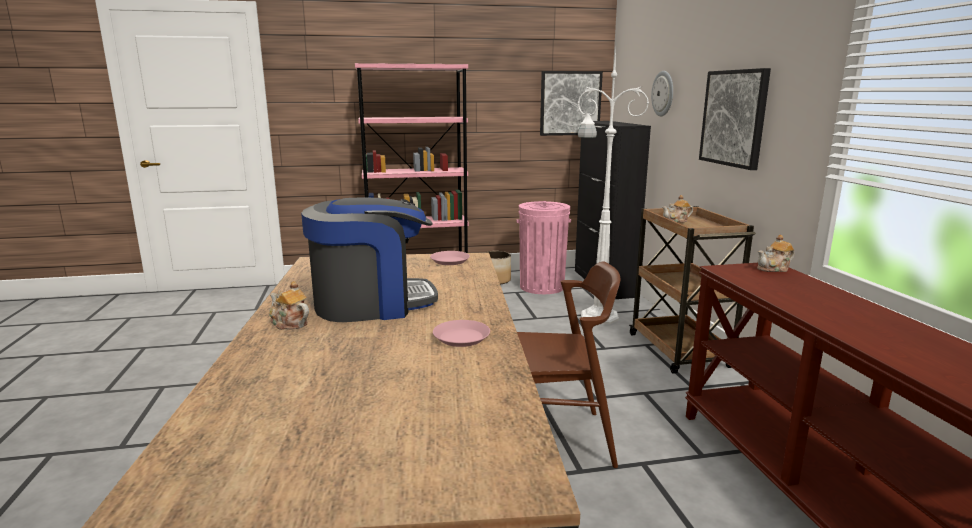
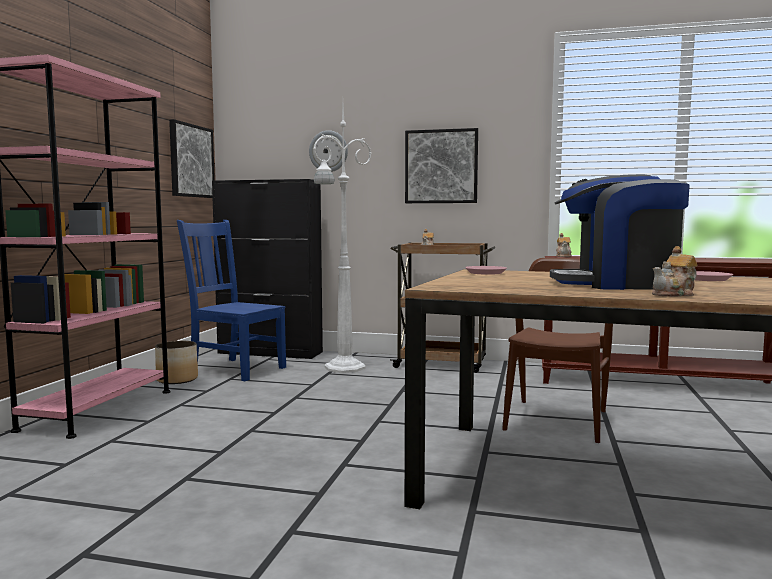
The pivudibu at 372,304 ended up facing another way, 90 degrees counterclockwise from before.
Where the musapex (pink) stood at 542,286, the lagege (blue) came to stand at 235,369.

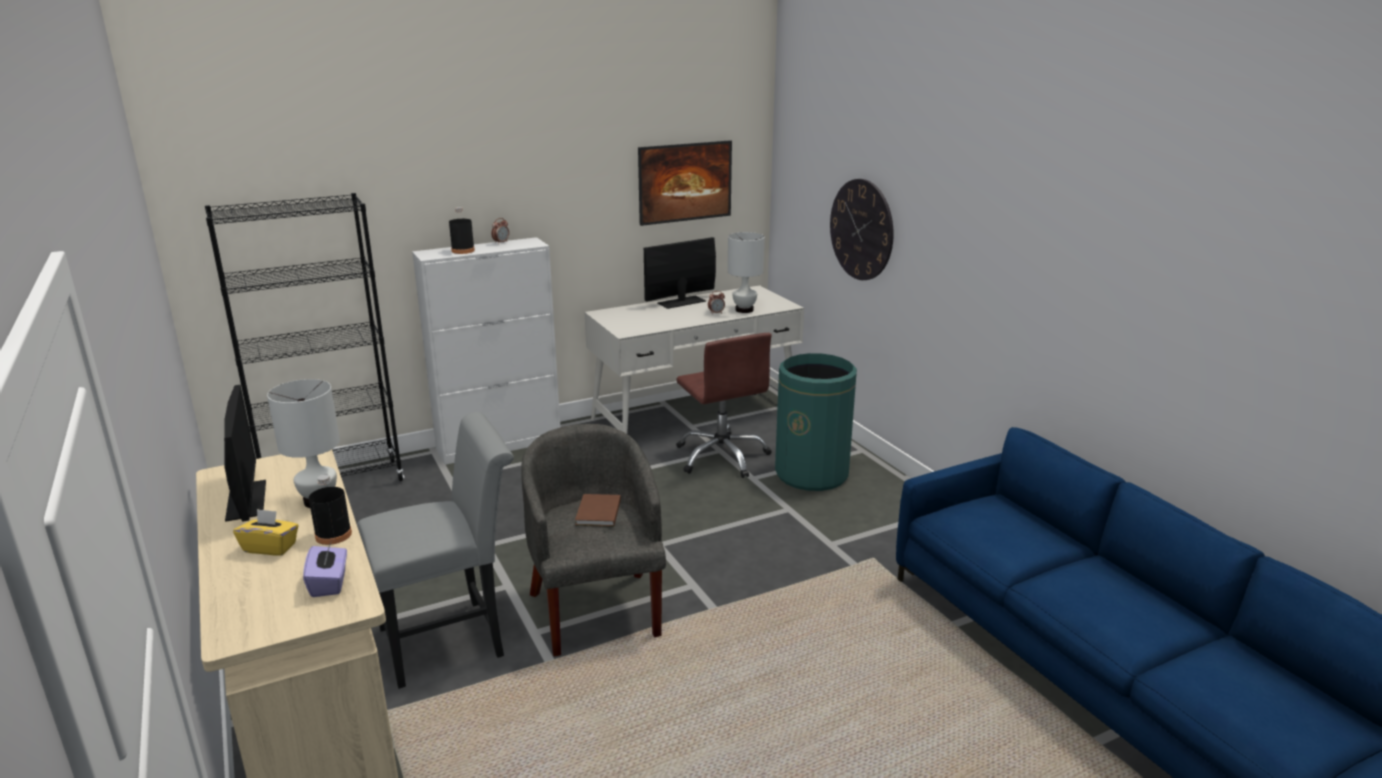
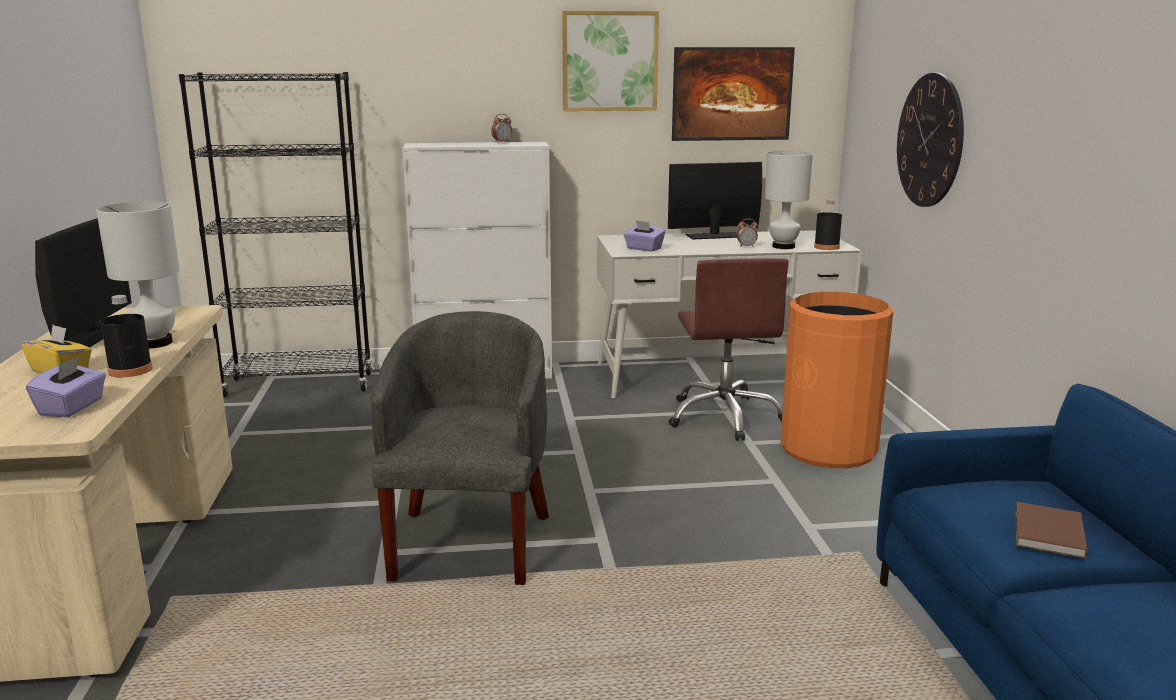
The second view lost the lagege (grey) at 451,639.
The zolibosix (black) ended up elsewhere, having gone from 463,251 to 826,247.
The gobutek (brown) ended up elsewhere, having gone from 597,513 to 1047,534.
What was the musapex (green) at 812,474 turned into the musapex (orange) at 828,449.
The second view gained the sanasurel at 609,61.
The second view gained the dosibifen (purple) at 643,248.

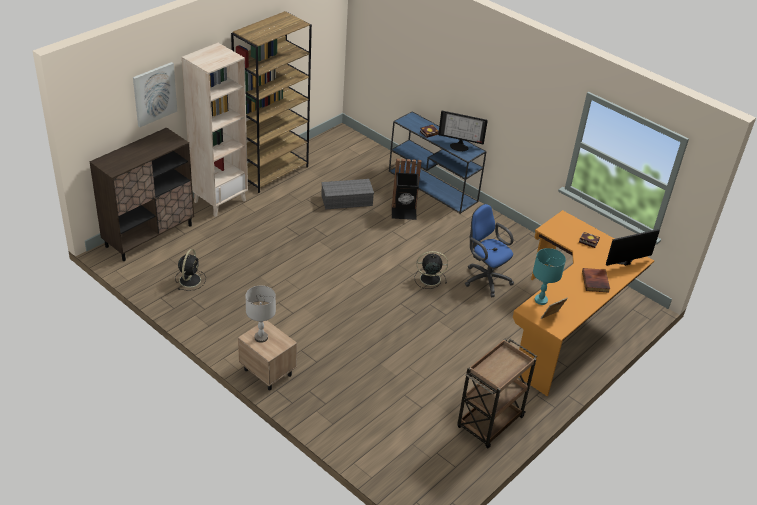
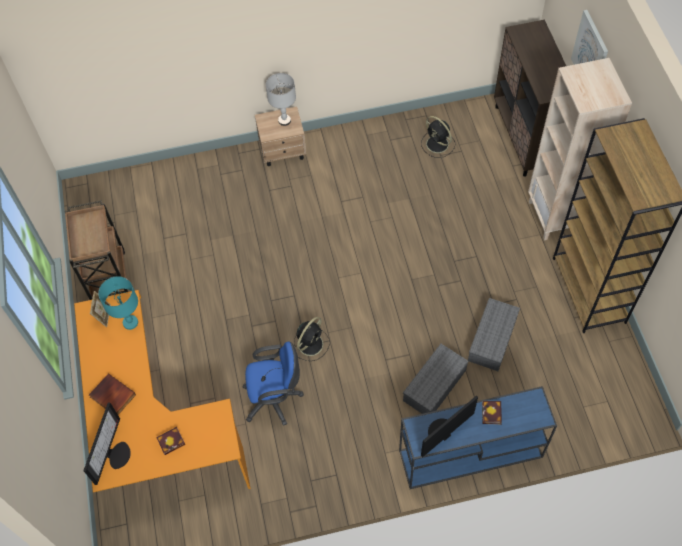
Where the musapex (black) stood at 404,213, the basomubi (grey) came to stand at 434,386.

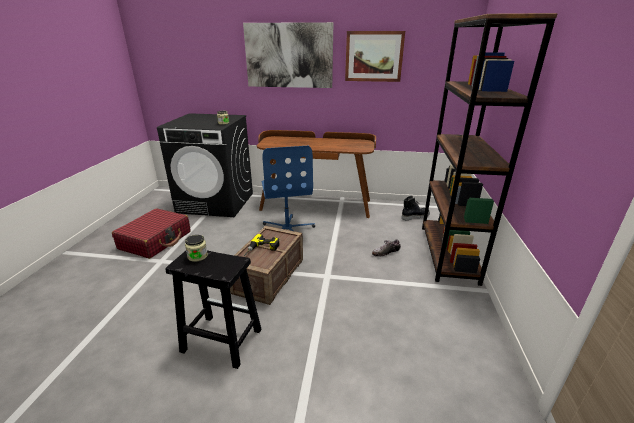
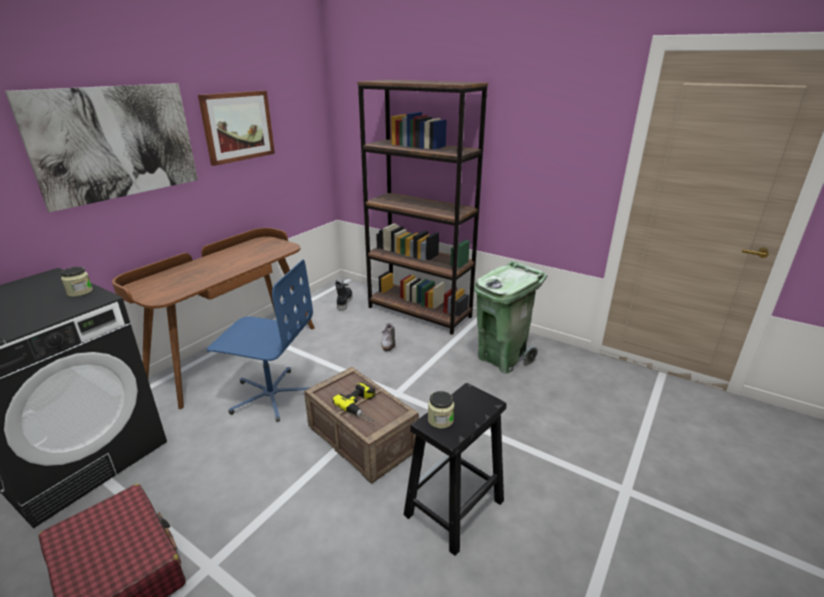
The second view gained the musapex (green) at 502,359.

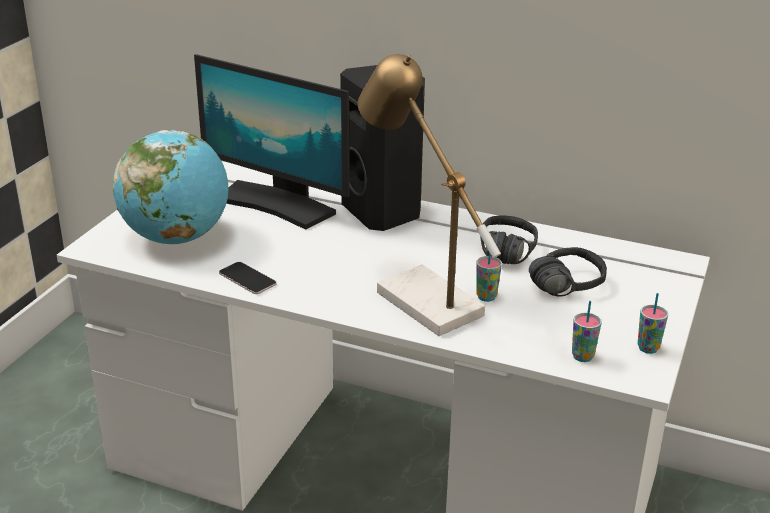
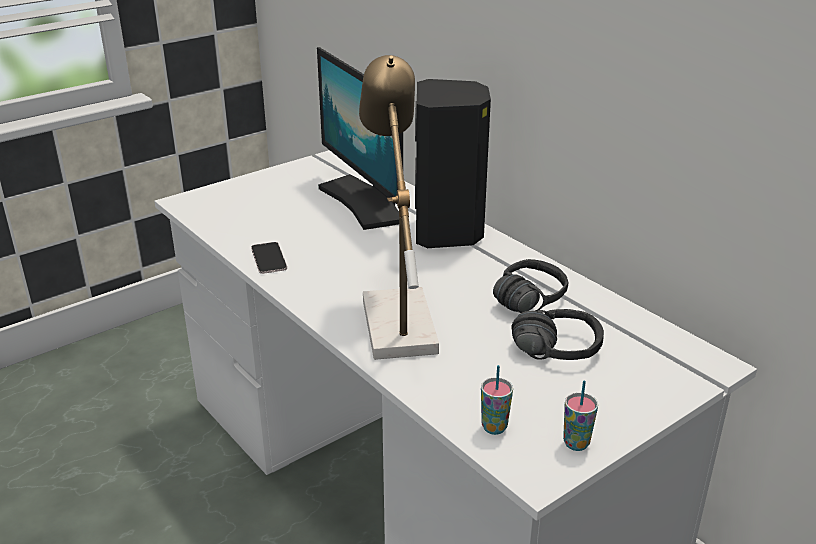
The second view lost the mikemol at 177,238.
The second view lost the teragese at 486,297.

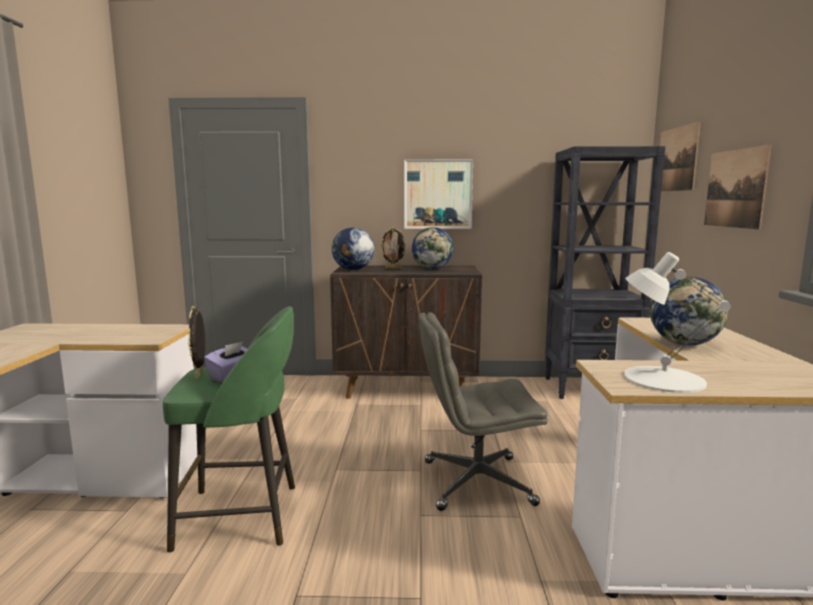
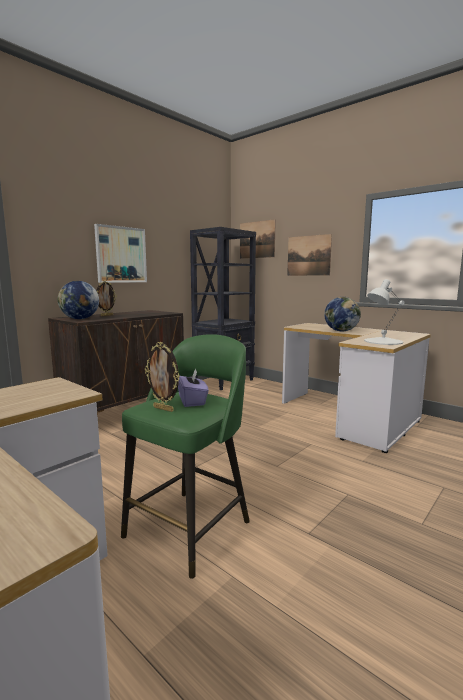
The second view lost the mikemol at 432,269.
The second view lost the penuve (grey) at 475,483.

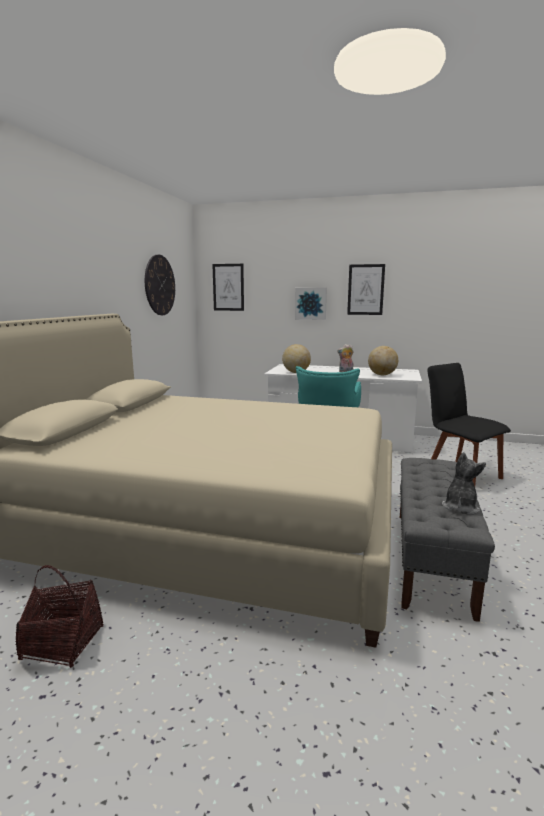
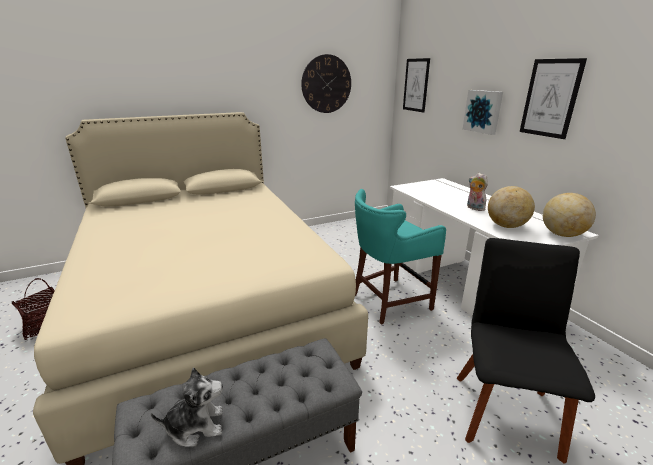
The mikemol ended up elsewhere, having gone from 296,372 to 562,234.

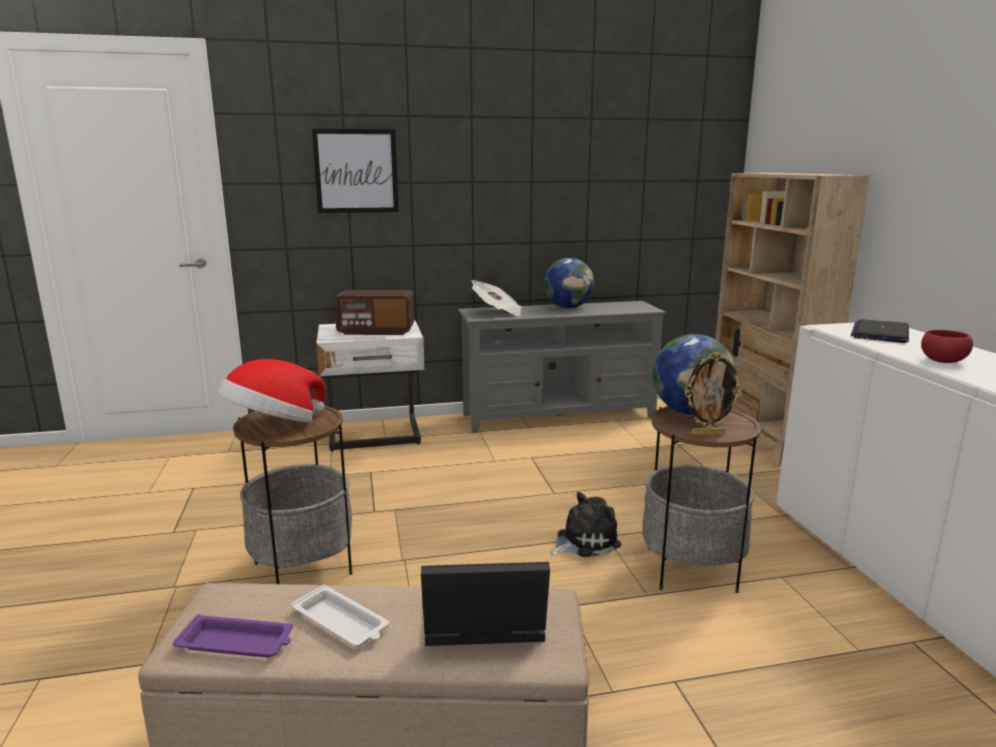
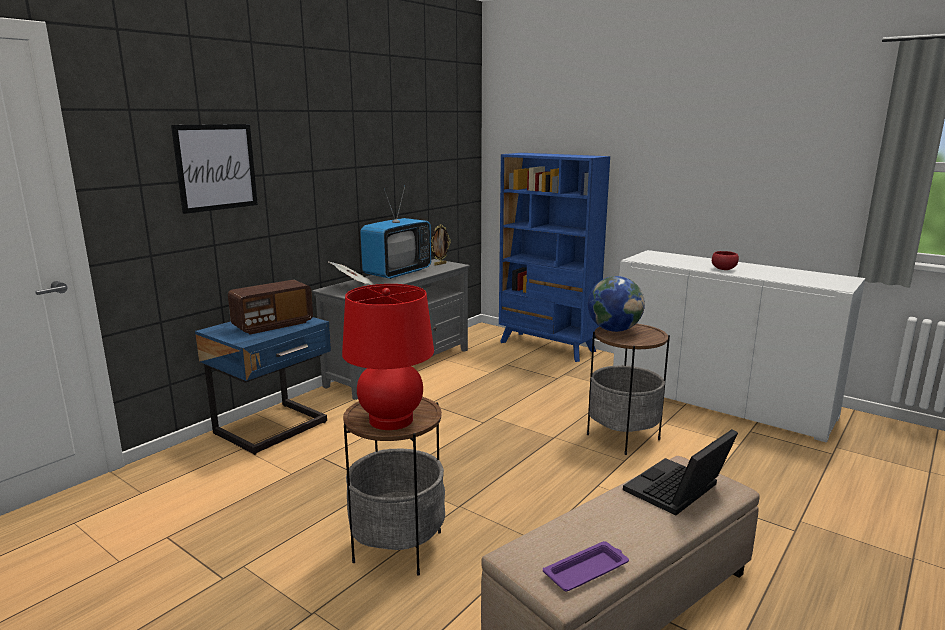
Where the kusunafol stood at 274,425, the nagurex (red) came to stand at 391,420.
The second view lost the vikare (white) at 341,623.
What was the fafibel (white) at 375,436 turned into the fafibel (blue) at 274,429.
Where the mikemol stood at 568,307, the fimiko came to stand at 397,273.
The second view lost the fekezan at 584,541.
The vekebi ended up elsewhere, having gone from 708,434 to 440,264.
What was the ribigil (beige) at 761,439 turned into the ribigil (blue) at 547,347.
The second view lost the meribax at 880,333.

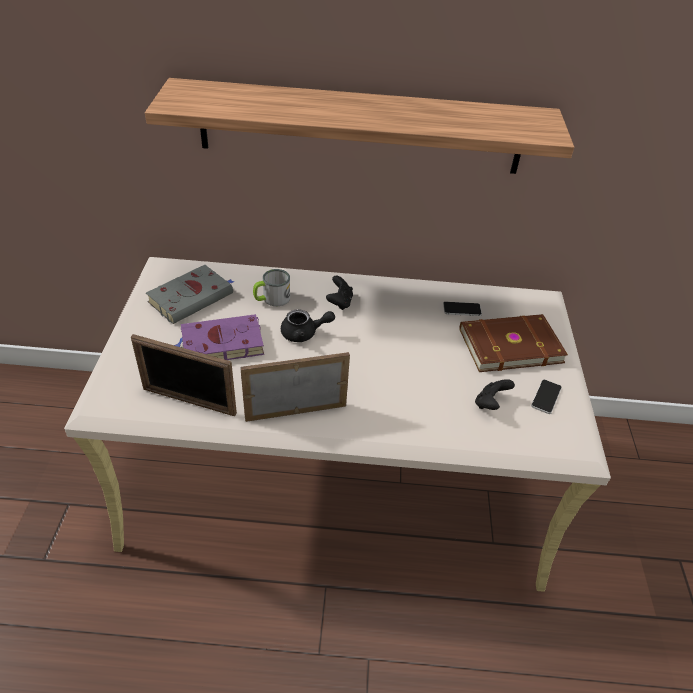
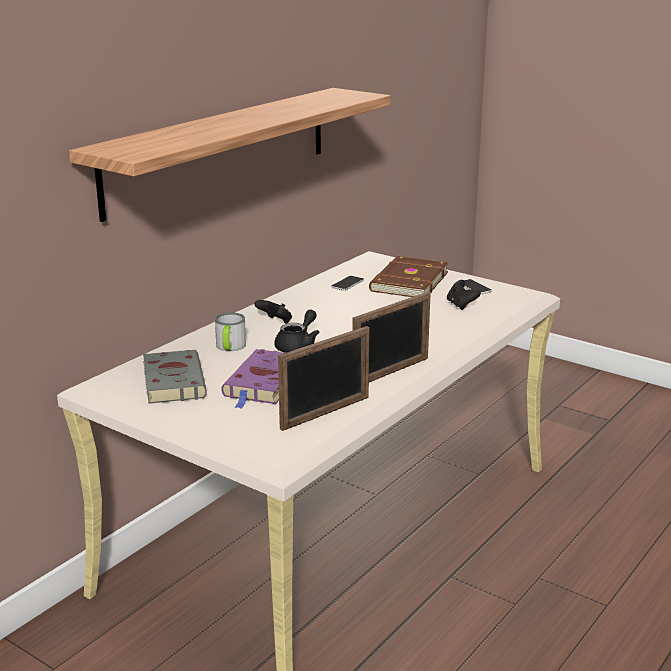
The vekebi at 296,411 ended up facing another way, 150 degrees counterclockwise from before.

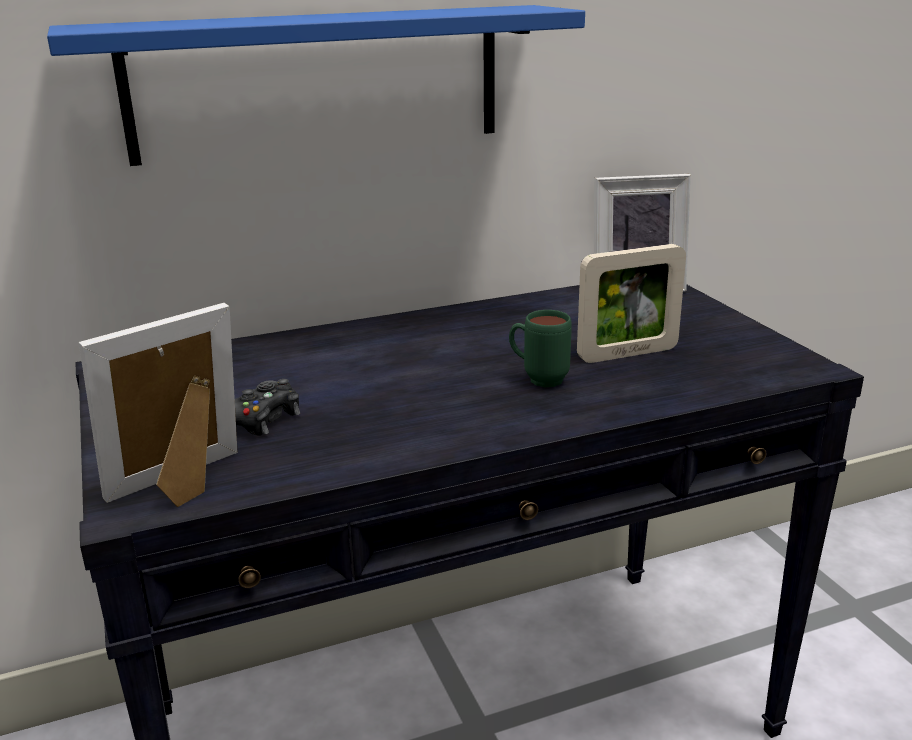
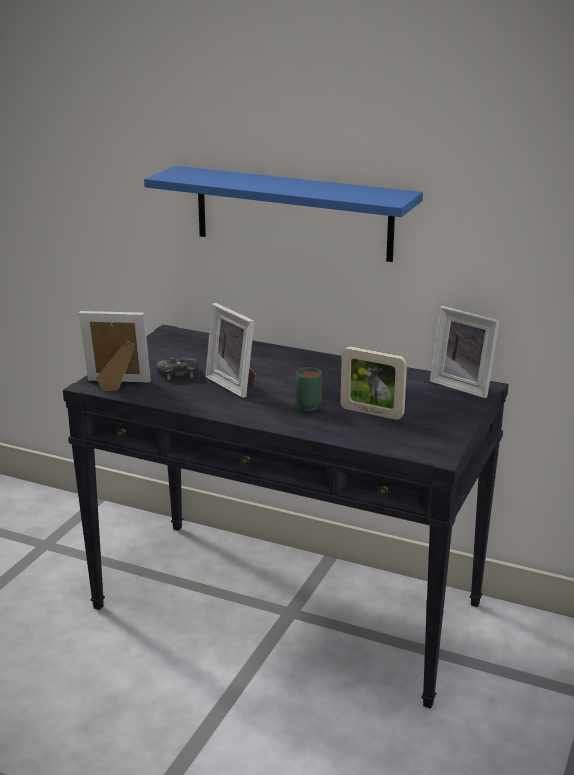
The second view gained the vekebi at 235,384.

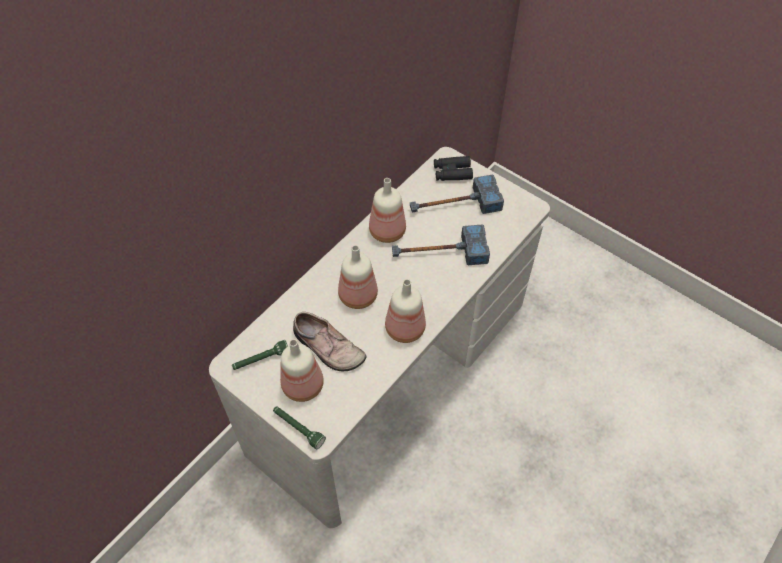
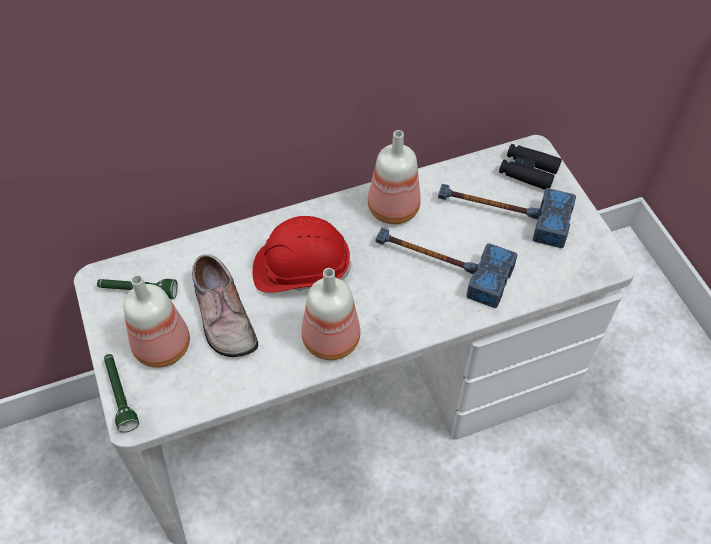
Where the zolibosix stood at 356,295, the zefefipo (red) came to stand at 301,269.

